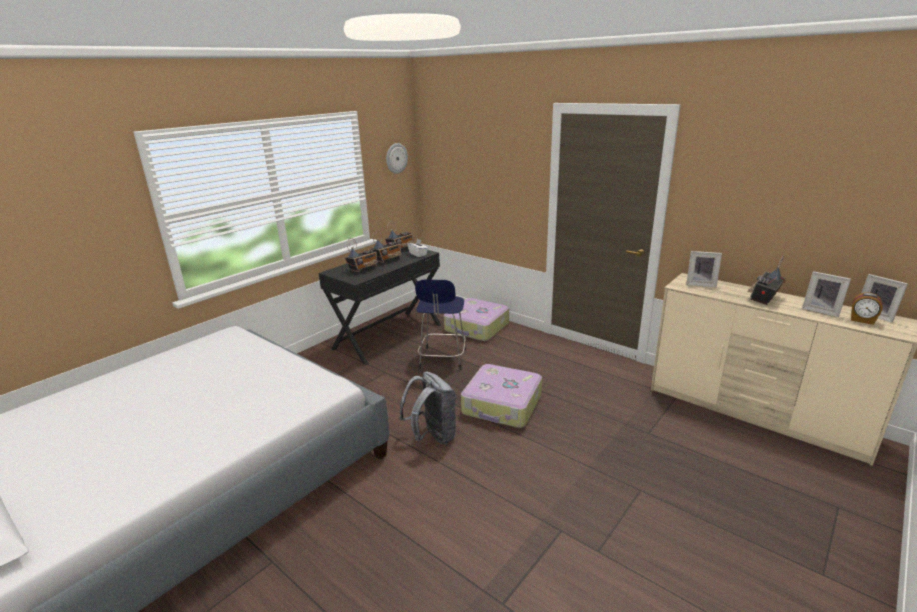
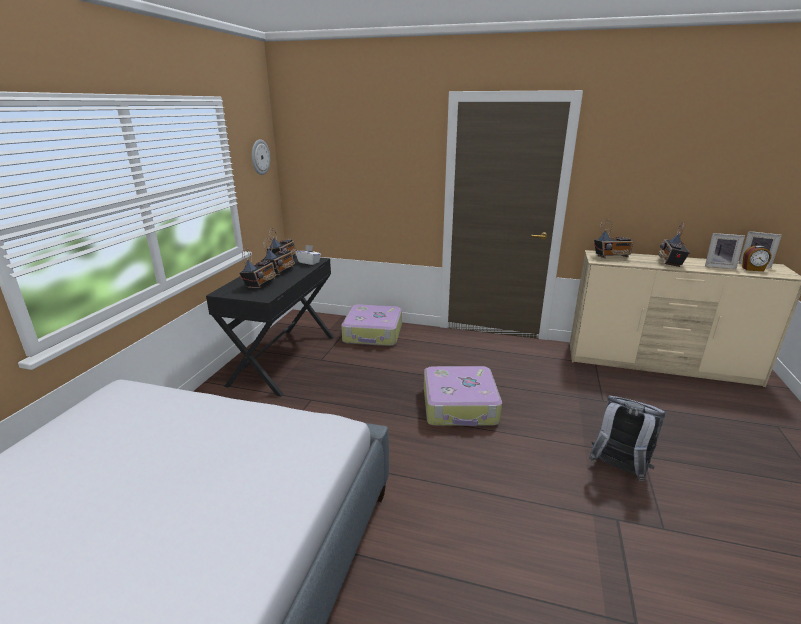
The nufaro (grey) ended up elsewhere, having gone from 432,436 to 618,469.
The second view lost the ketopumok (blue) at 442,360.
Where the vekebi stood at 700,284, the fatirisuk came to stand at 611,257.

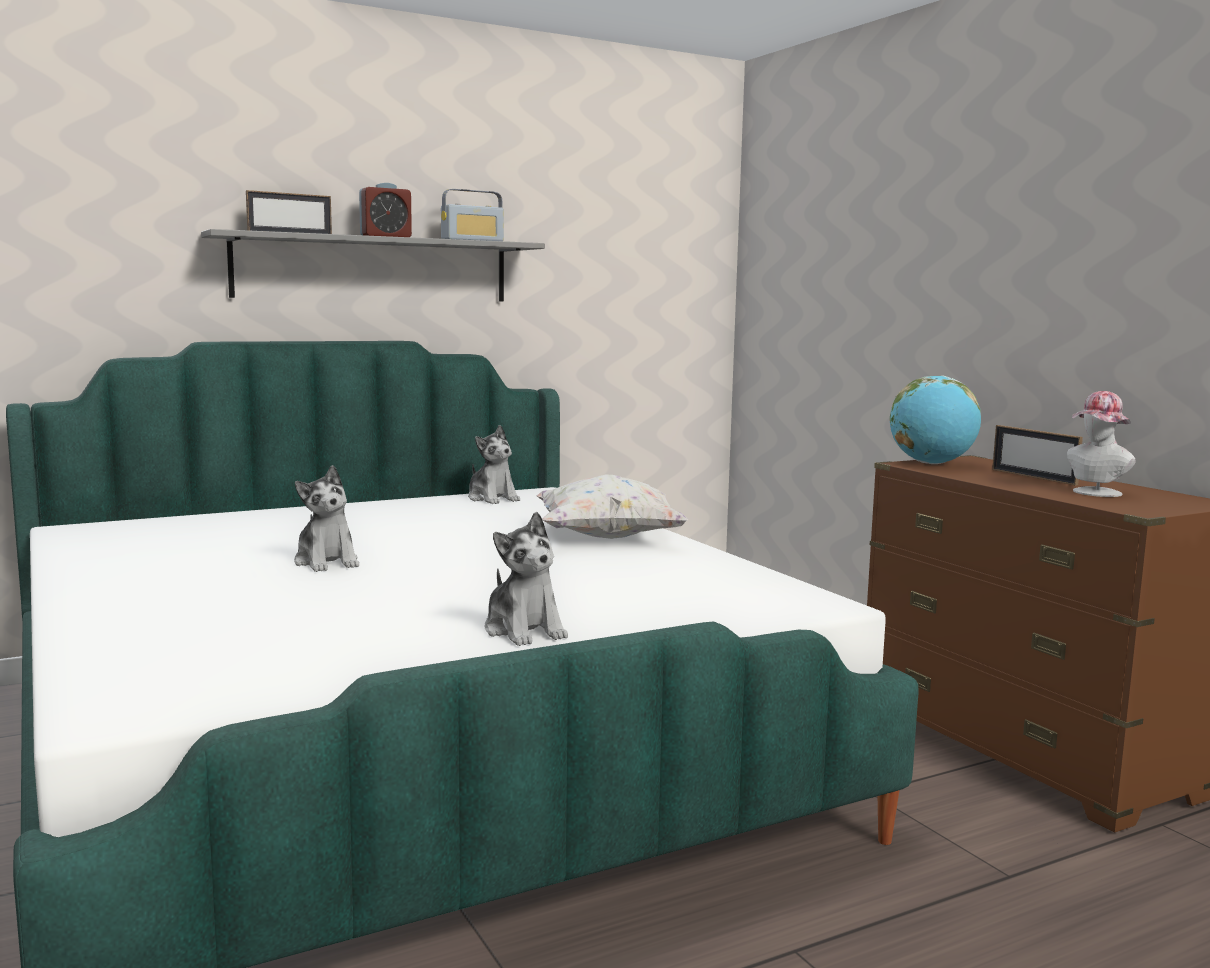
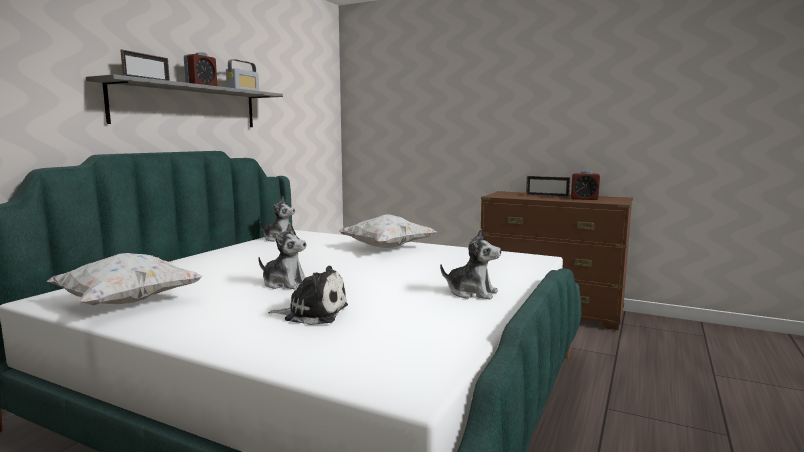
The second view lost the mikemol at 932,463.
Where the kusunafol stood at 1094,493, the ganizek came to stand at 584,199.
The second view gained the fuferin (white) at 127,302.
The second view gained the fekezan at 313,313.

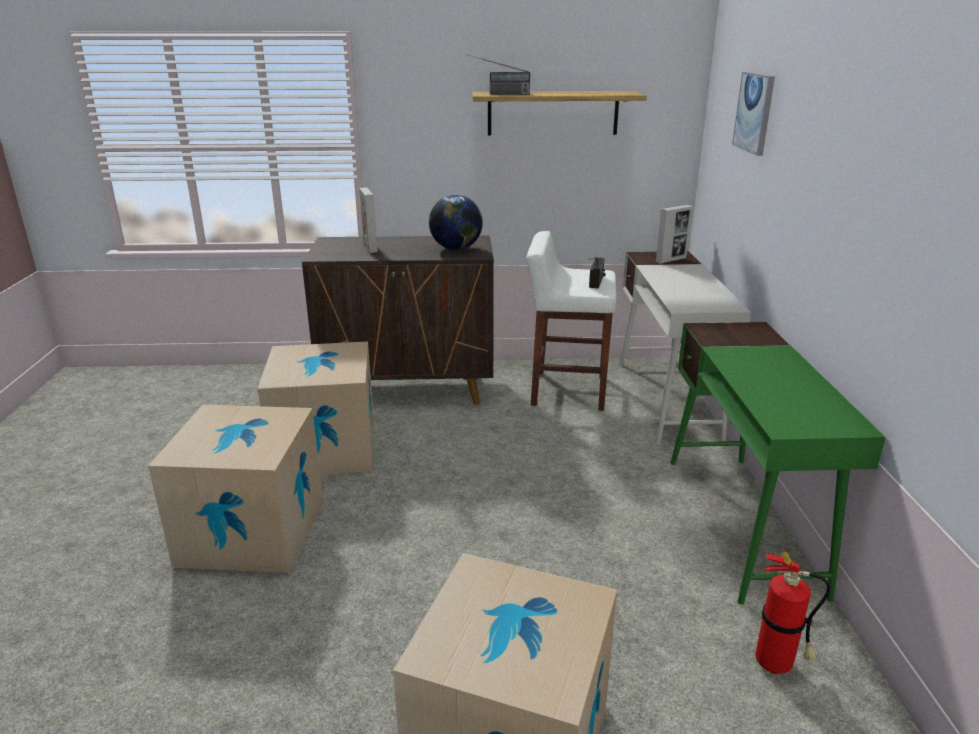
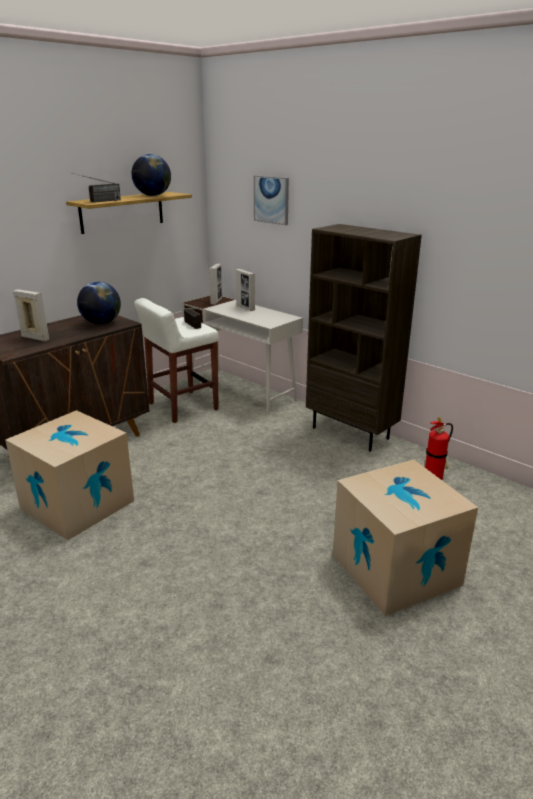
The second view lost the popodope at 252,532.
Where the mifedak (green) stood at 741,523, the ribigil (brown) came to stand at 351,433.
The second view gained the mikemol at 153,195.
The second view gained the vekebi at 245,308.

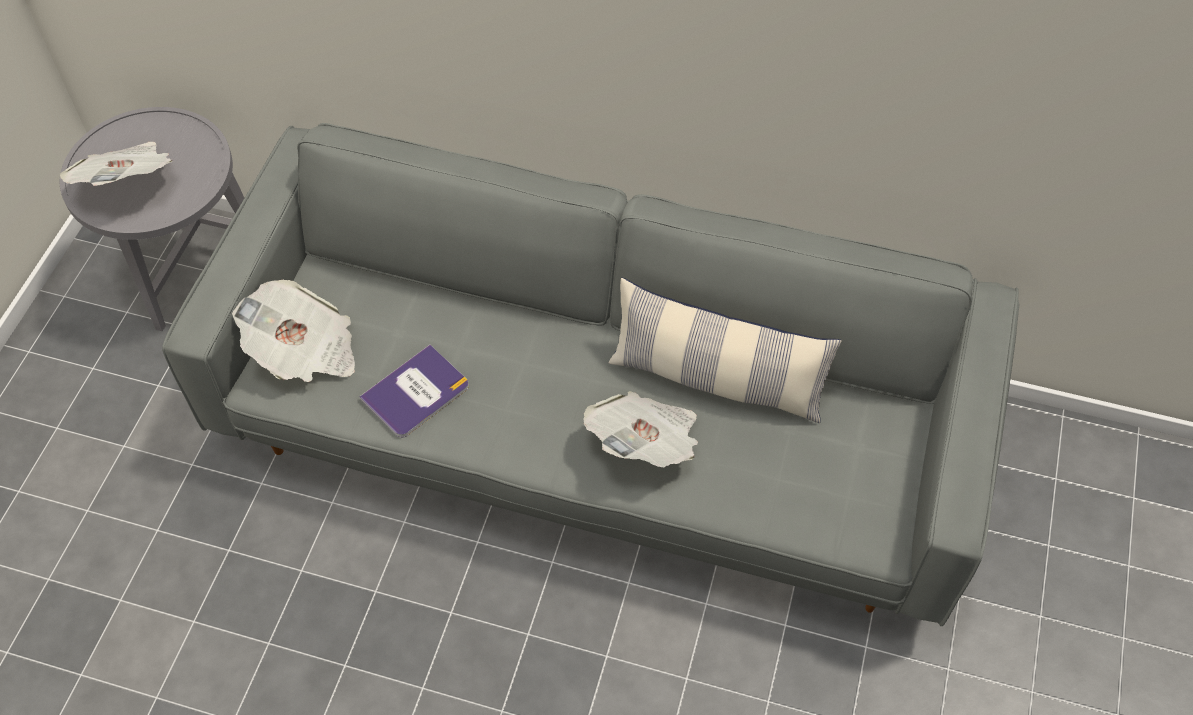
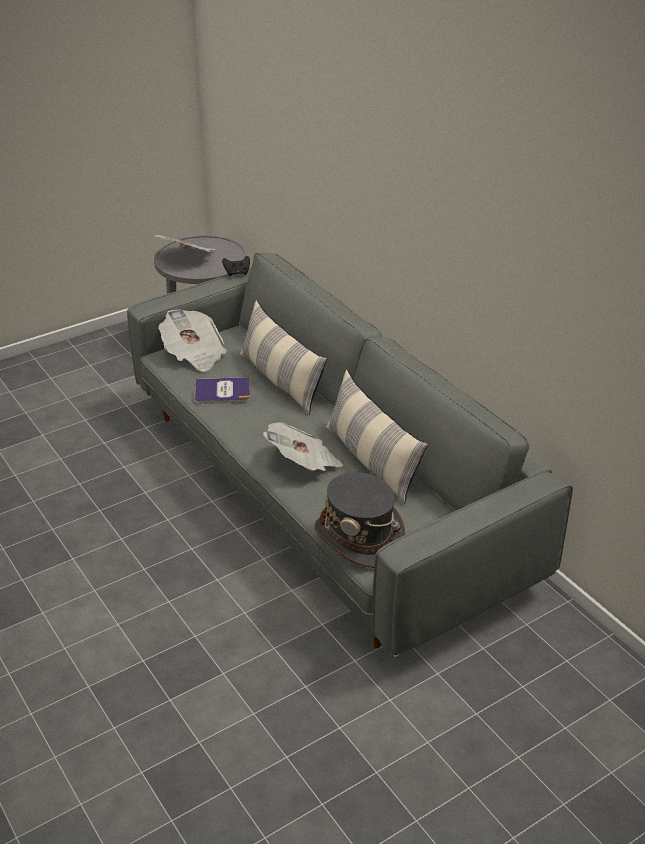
The second view gained the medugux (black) at 237,273.
The second view gained the fuferin at 281,380.
The second view gained the kusunafol (grey) at 359,537.

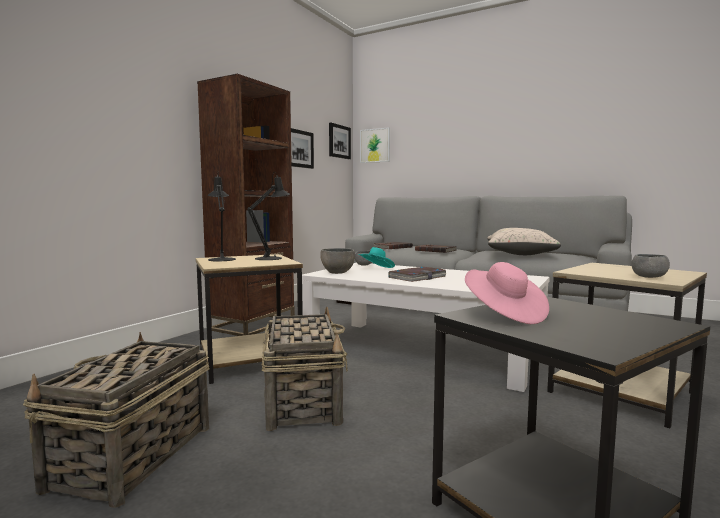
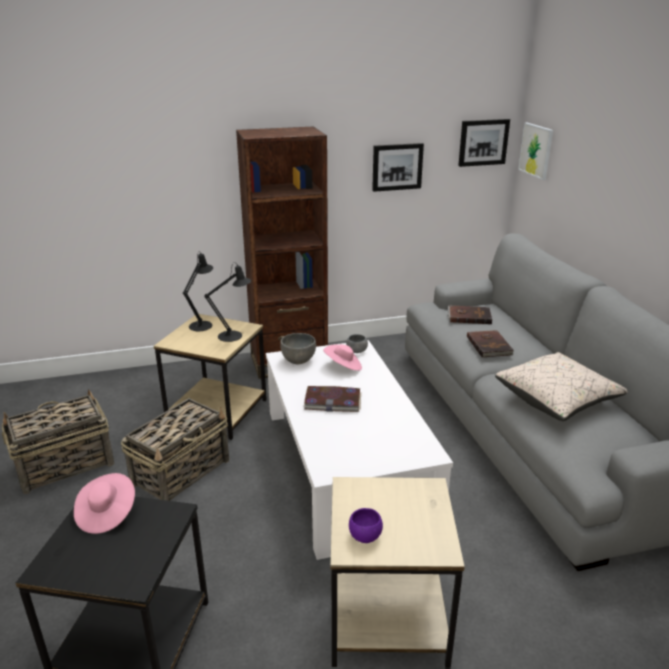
What was the kusunafol (turquoise) at 376,269 turned into the kusunafol (pink) at 343,366.
What was the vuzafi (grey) at 649,277 turned into the vuzafi (purple) at 365,536.

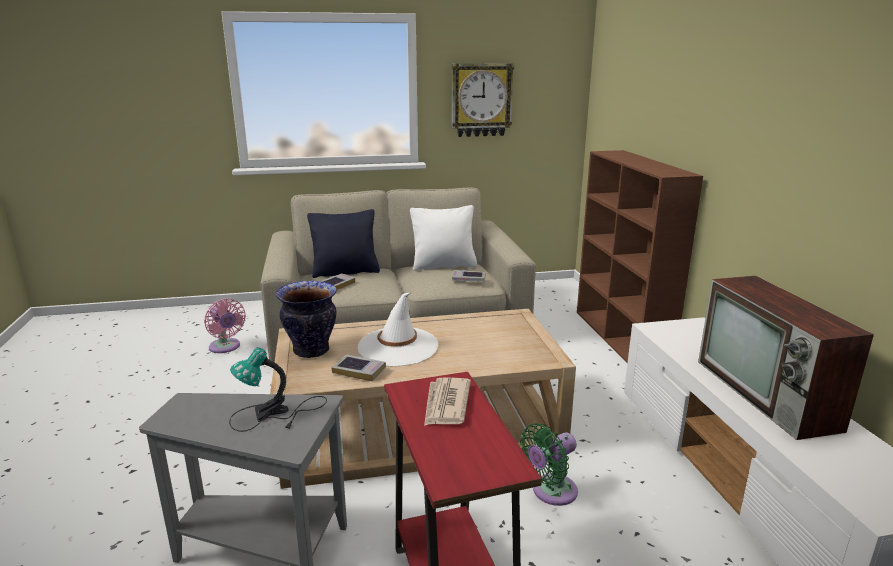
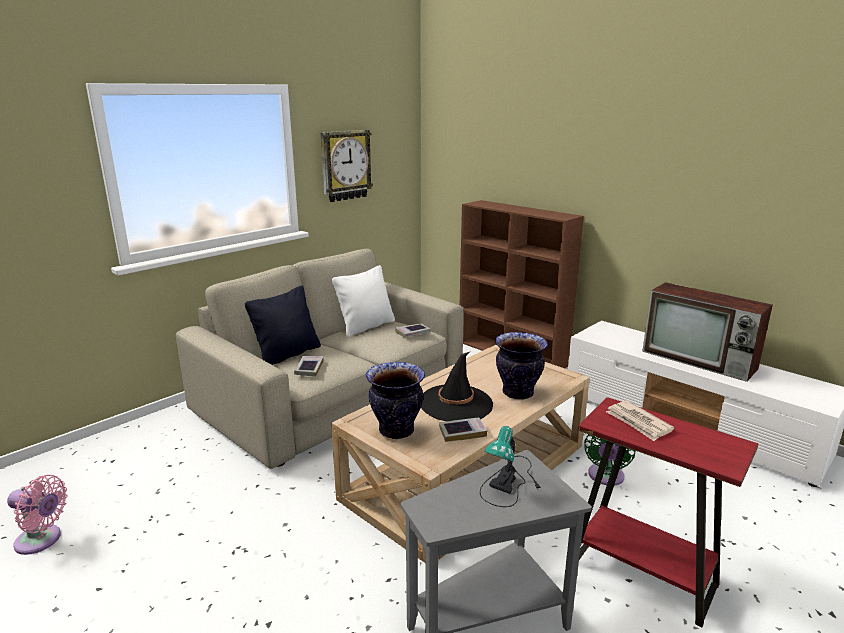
The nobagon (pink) ended up elsewhere, having gone from 226,347 to 41,541.
What was the kusunafol (white) at 398,347 turned into the kusunafol (black) at 456,404.
The second view gained the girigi at 518,393.

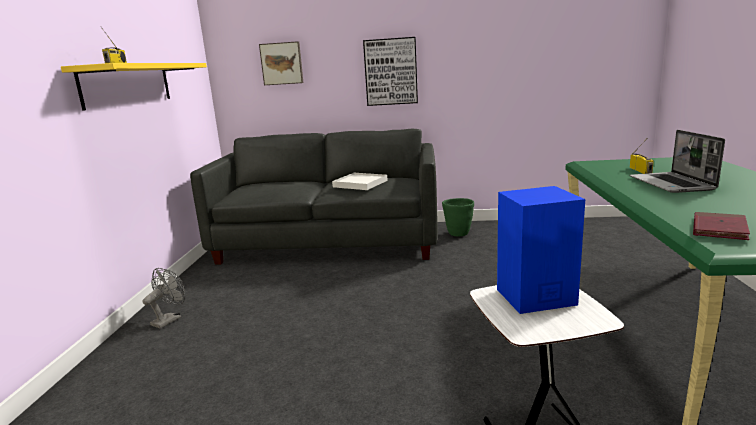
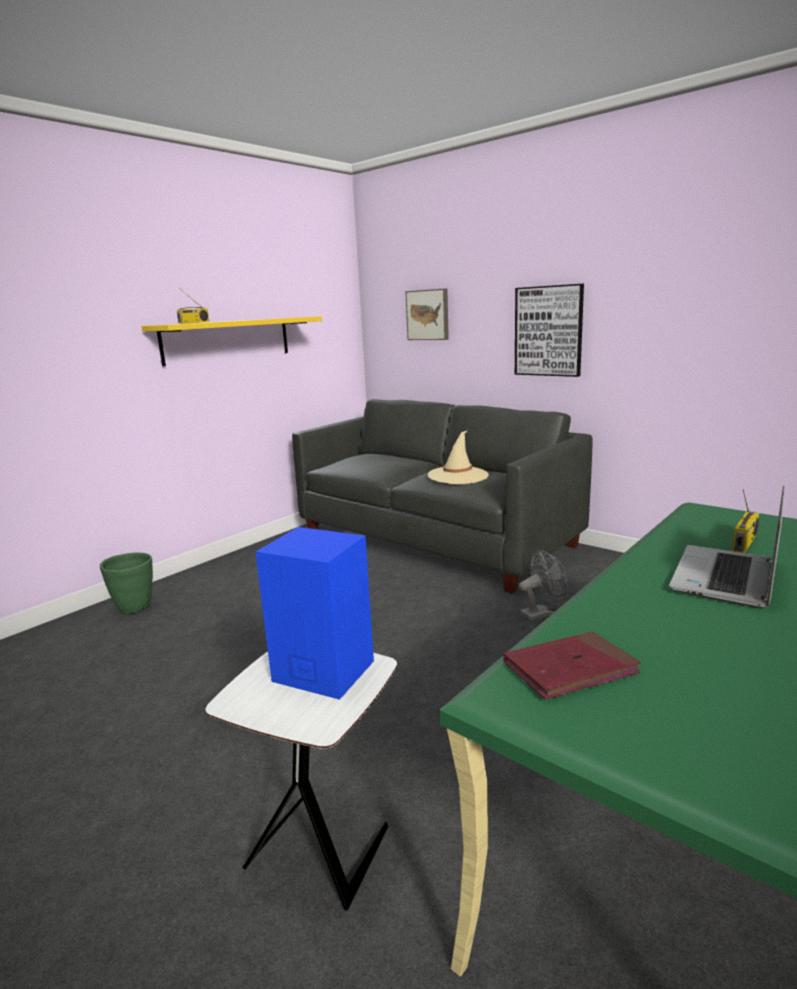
The nobagon (grey) ended up elsewhere, having gone from 170,319 to 542,613.
Where the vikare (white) stood at 360,184, the kusunafol (beige) came to stand at 458,476.
The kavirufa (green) ended up elsewhere, having gone from 458,233 to 135,607.

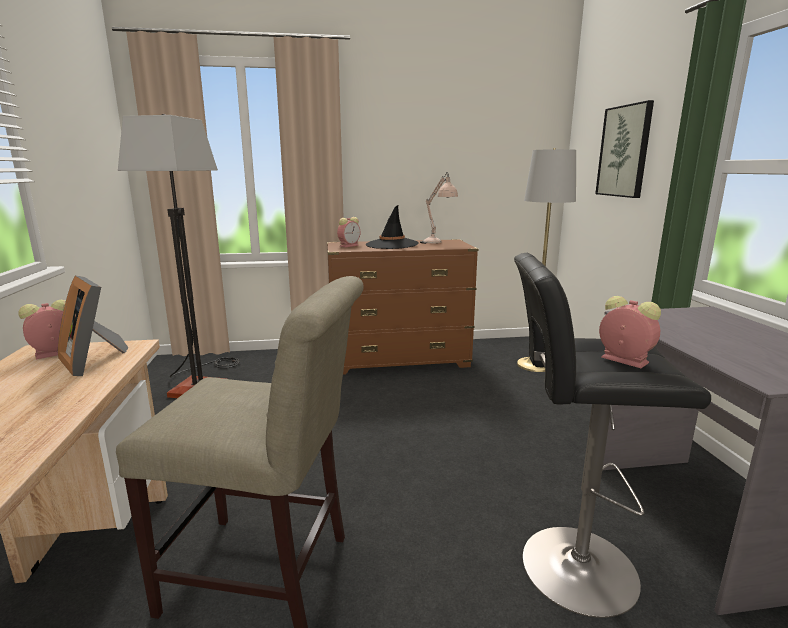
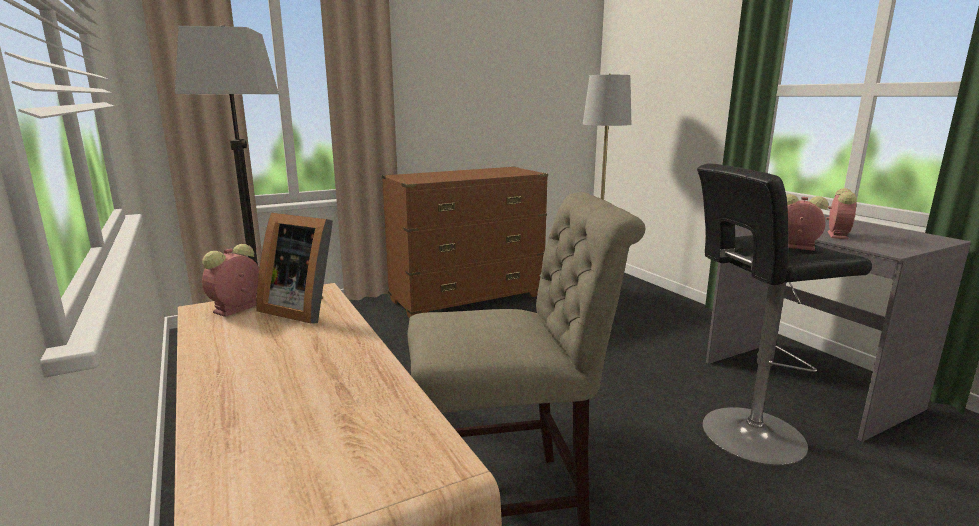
The ganizek ended up elsewhere, having gone from 349,245 to 837,235.
The second view lost the kusunafol (black) at 392,244.
The second view lost the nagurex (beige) at 438,243.
The second view lost the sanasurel at 624,151.

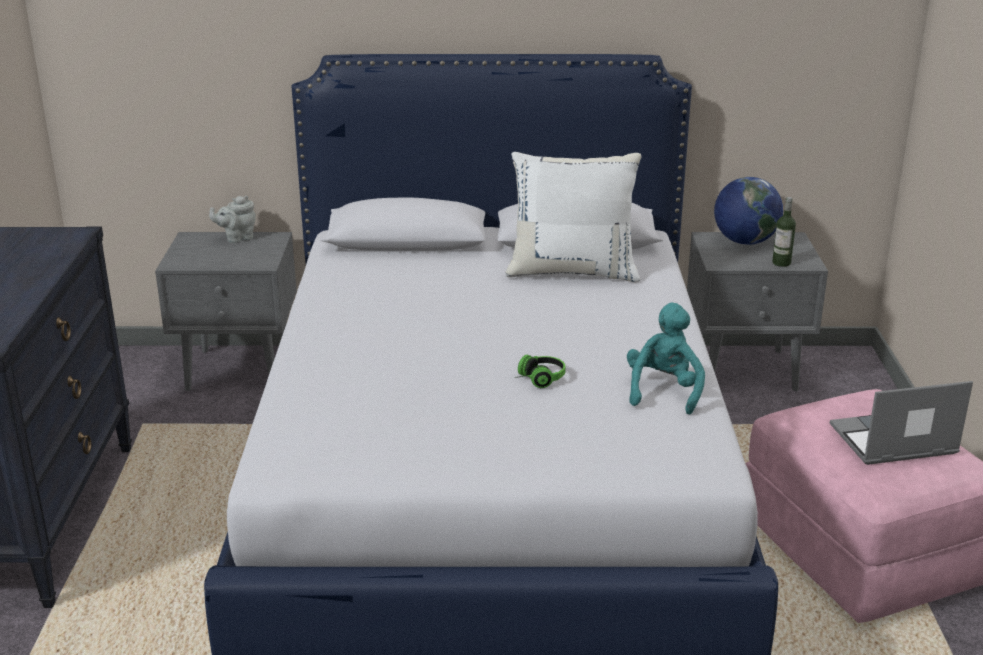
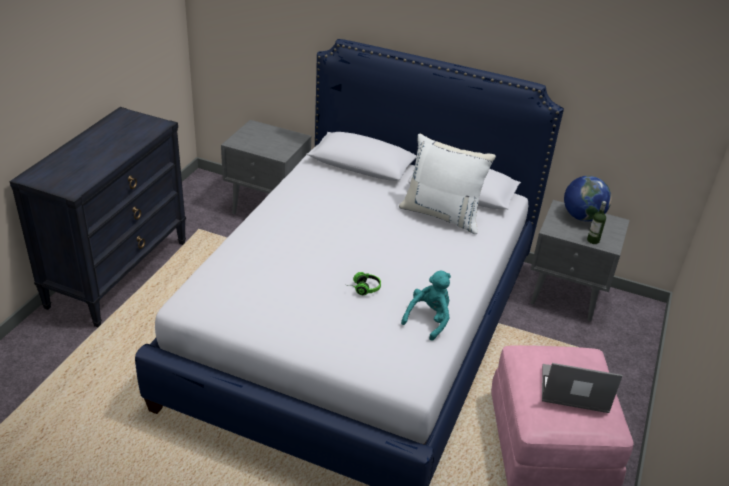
The second view lost the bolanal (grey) at 237,238.

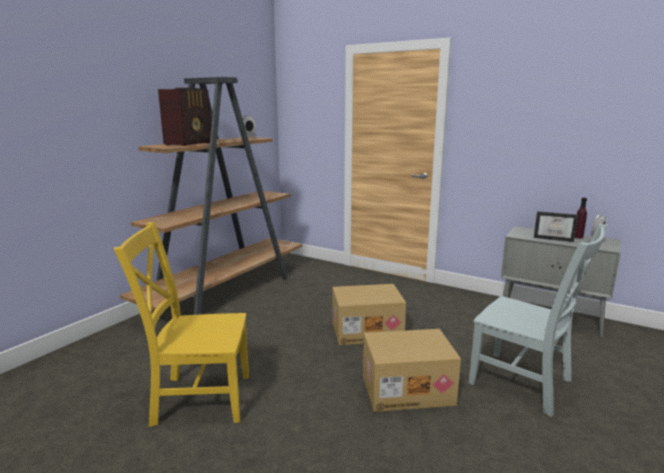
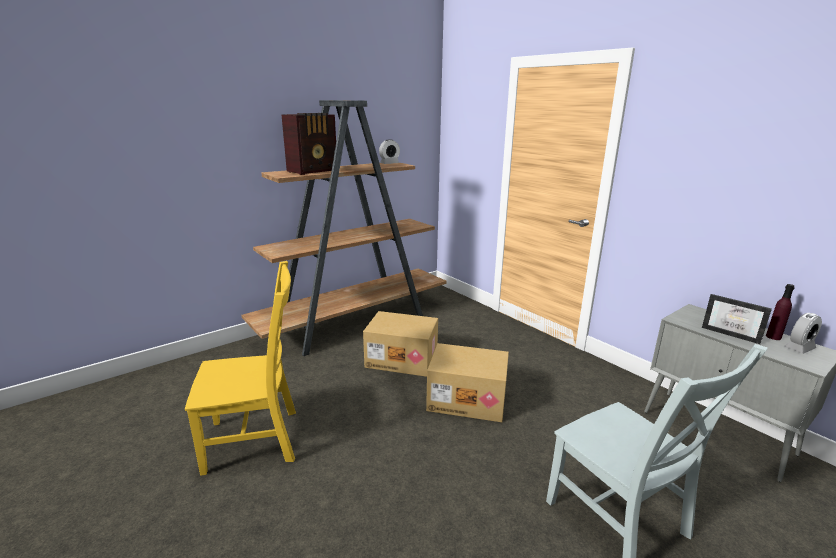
The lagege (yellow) at 198,398 ended up facing another way, 150 degrees clockwise from before.
The popodope ended up elsewhere, having gone from 407,389 to 402,359.

